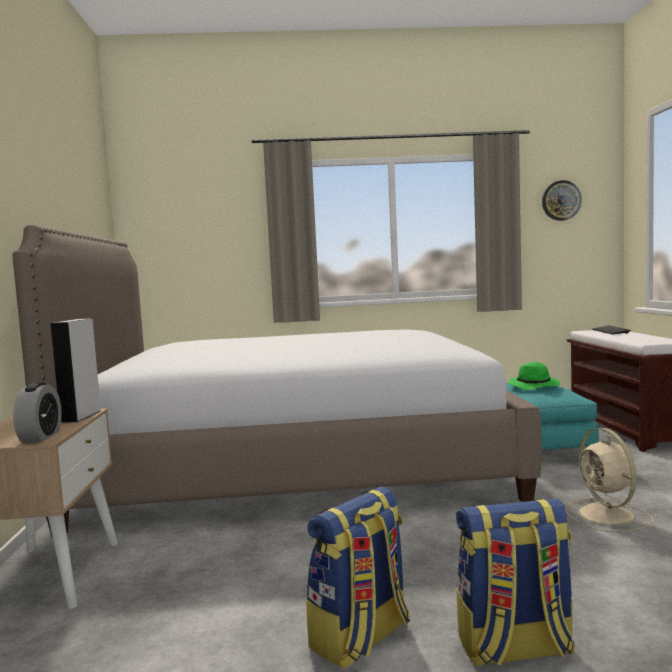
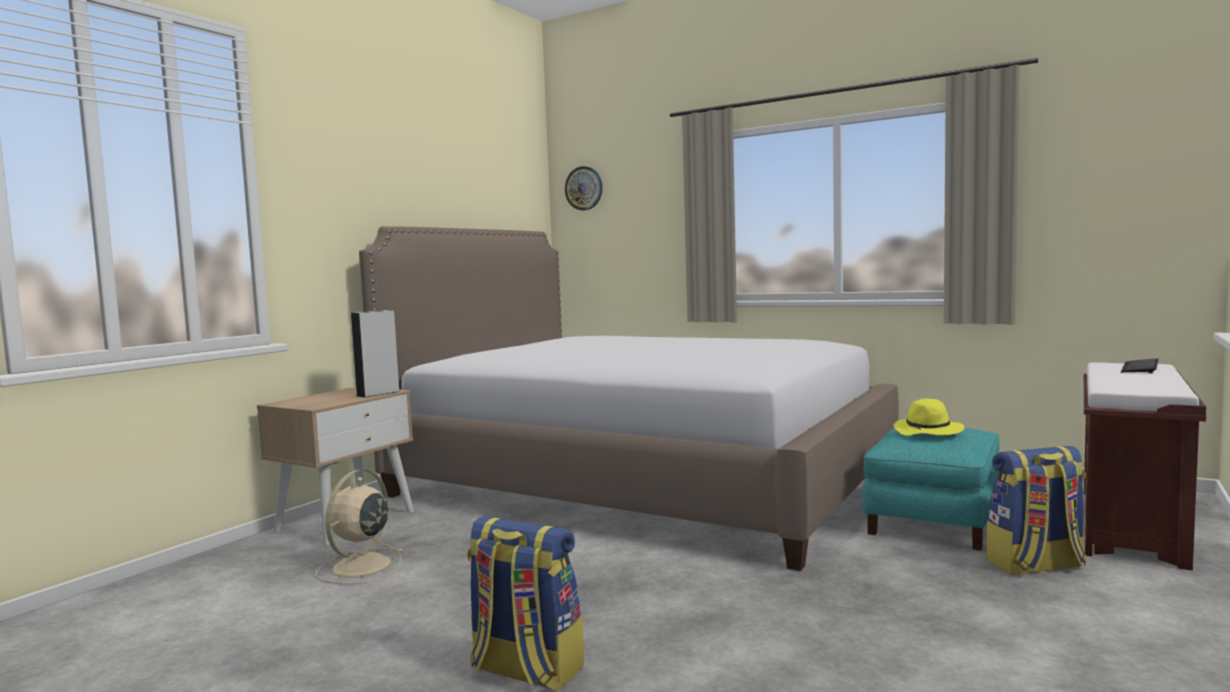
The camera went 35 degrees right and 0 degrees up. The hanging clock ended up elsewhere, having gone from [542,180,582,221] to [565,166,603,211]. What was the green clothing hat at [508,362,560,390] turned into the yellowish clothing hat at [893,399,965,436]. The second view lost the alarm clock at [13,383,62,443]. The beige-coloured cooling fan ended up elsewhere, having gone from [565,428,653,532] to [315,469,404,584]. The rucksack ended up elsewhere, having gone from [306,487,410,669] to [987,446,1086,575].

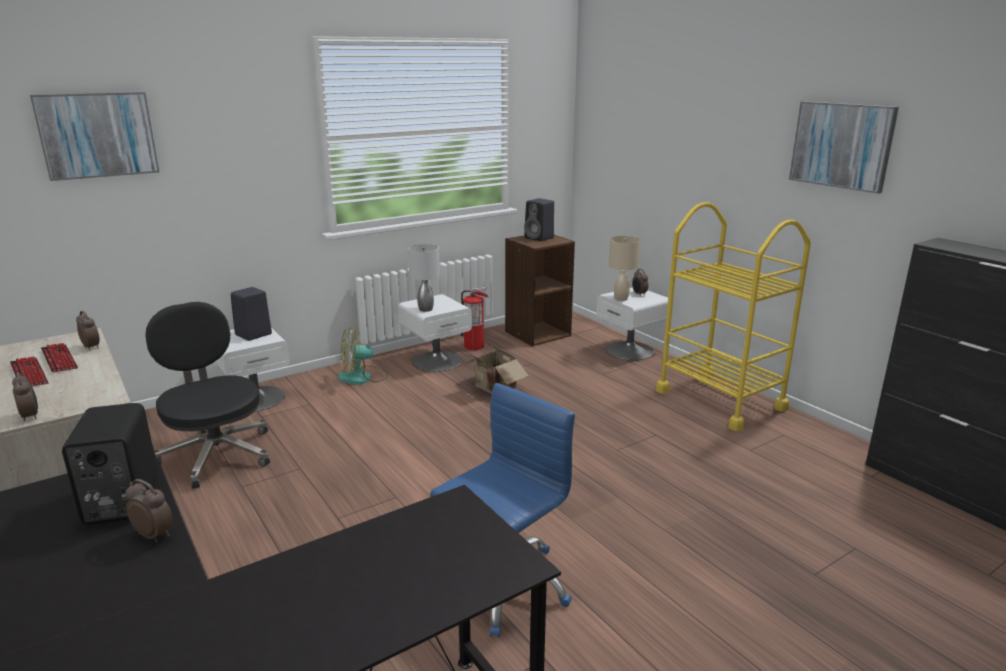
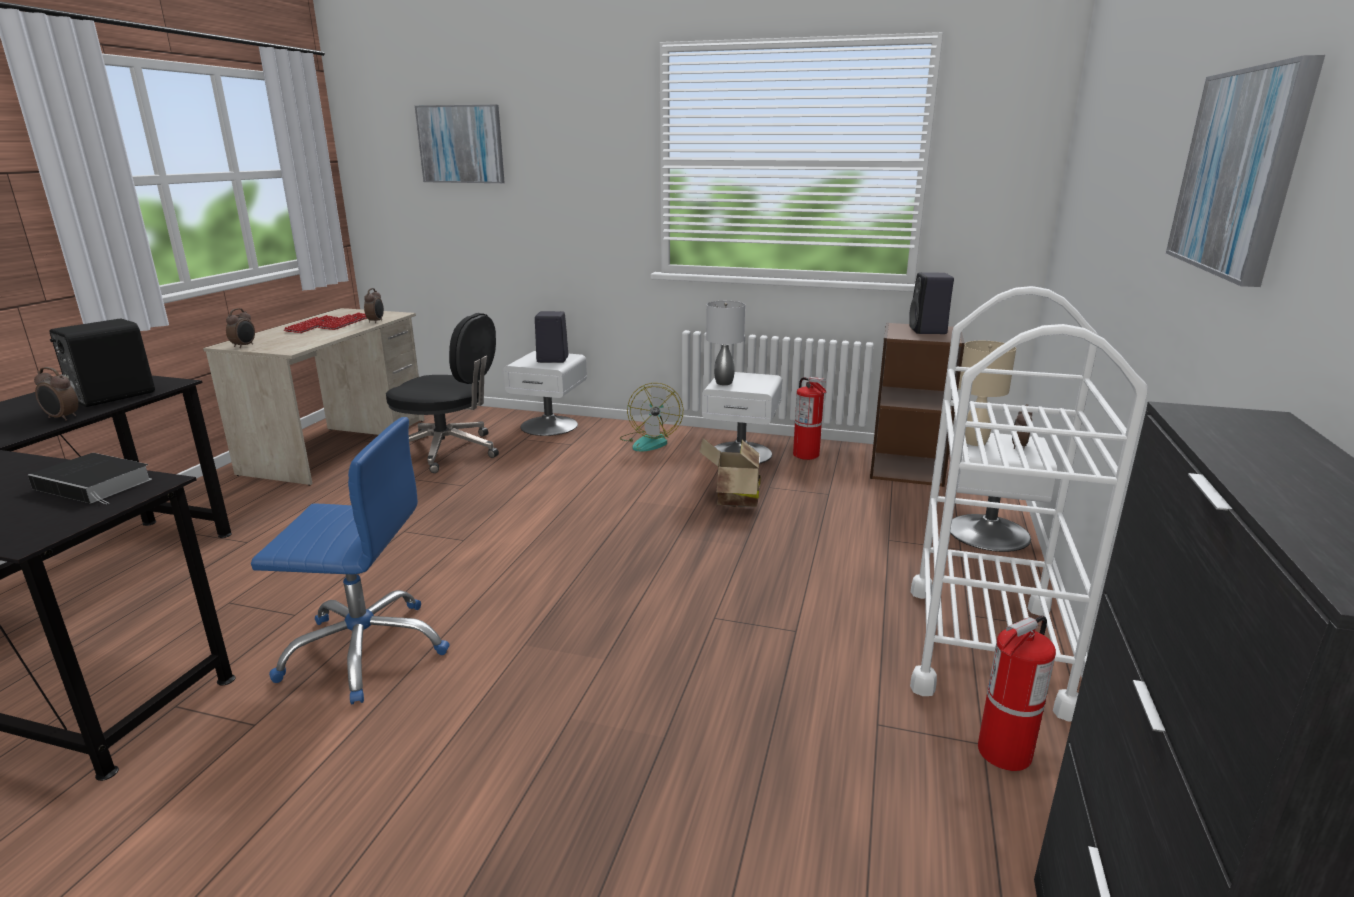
The camera went 50 degrees right and 0 degrees up. What was the yellowish wheeled cart at [656,202,811,431] turned into the whitish wheeled cart at [910,286,1148,722]. The blackish desk chair at [145,302,270,489] ended up facing another way, 90 degrees clockwise from before. The cooling fan at [338,327,388,385] ended up facing another way, 120 degrees counterclockwise from before. The alarm clock at [125,479,173,542] ended up facing another way, 120 degrees clockwise from before. The second view gained the volume at [28,453,152,504]. The second view gained the extinguisher at [978,616,1056,771].

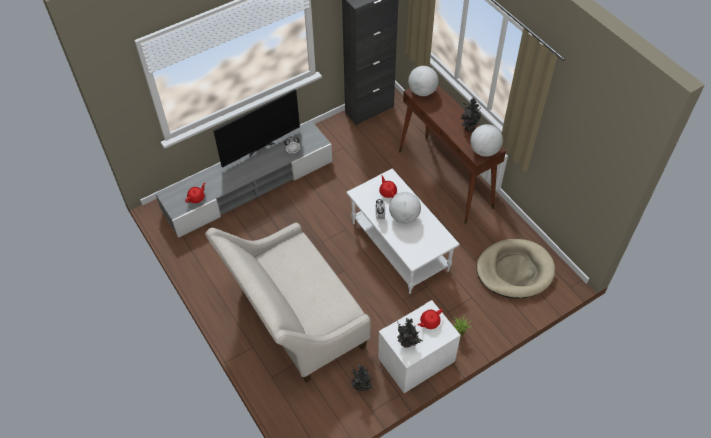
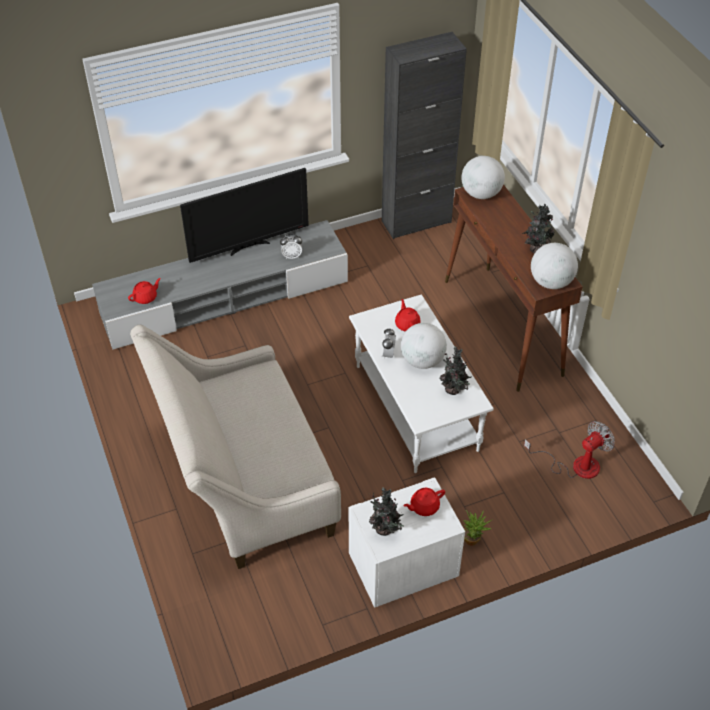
The camera went 10 degrees right and 5 degrees down. Where the beige-coloured pet bed stood at [477,239,555,298], the cooling fan came to stand at [524,421,615,479]. The plant in a pot ended up elsewhere, having gone from [351,365,373,391] to [439,346,471,395].

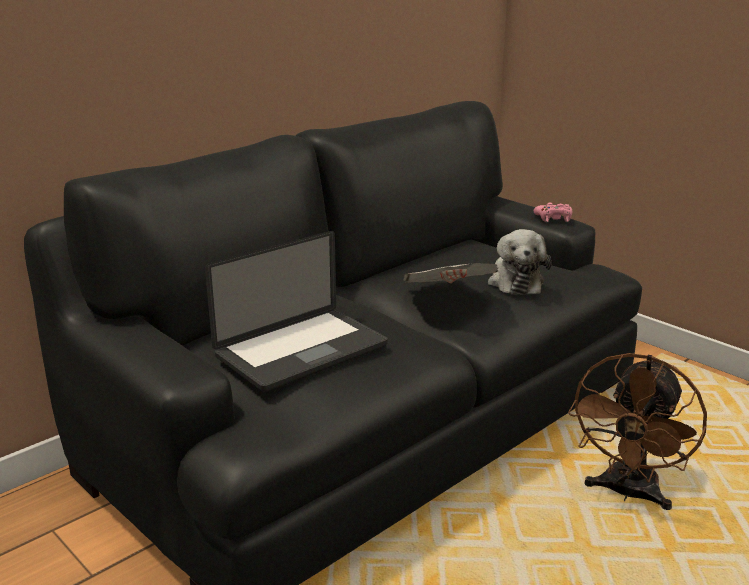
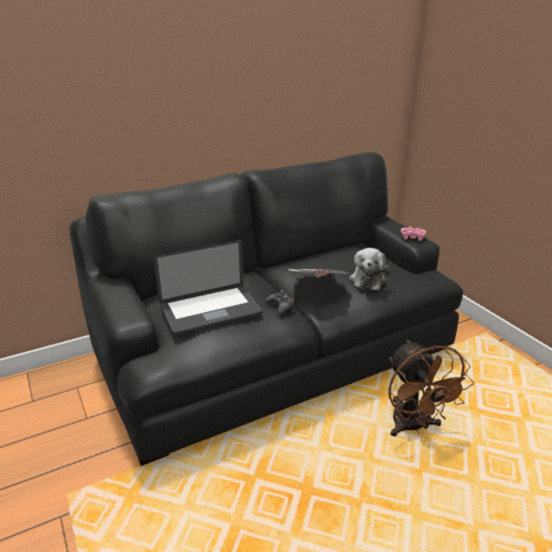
The camera went 15 degrees right and 5 degrees up. The brown cooling fan at [568,353,707,510] ended up facing another way, 60 degrees counterclockwise from before. The second view gained the blackish game controller at [266,290,295,314].

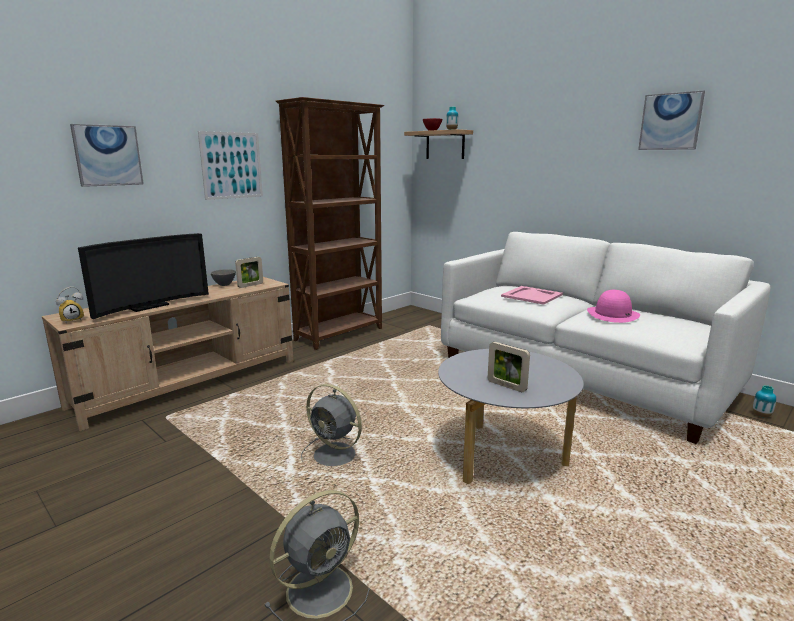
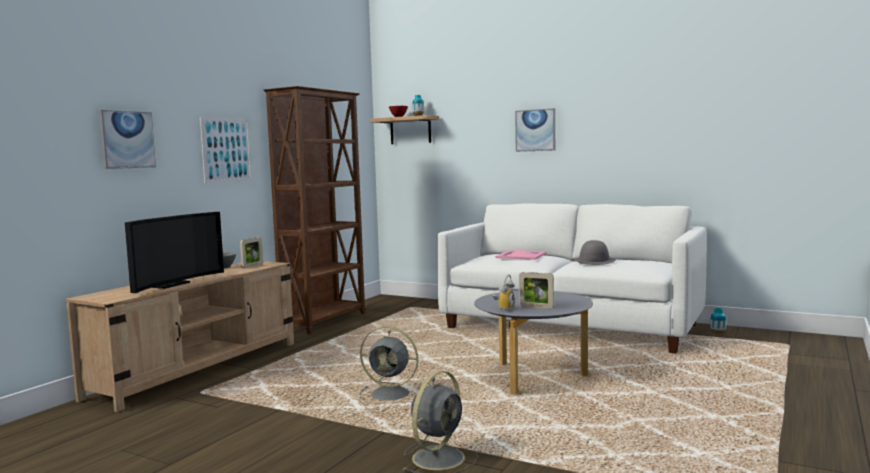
The camera went 15 degrees left and 10 degrees down. The wall picture ended up elsewhere, having gone from [638,90,705,150] to [515,108,555,152]. The alarm clock ended up elsewhere, having gone from [56,286,84,324] to [493,274,515,310]. What was the pink-coloured clothing hat at [587,290,640,323] turned into the greyish clothing hat at [573,240,616,265].

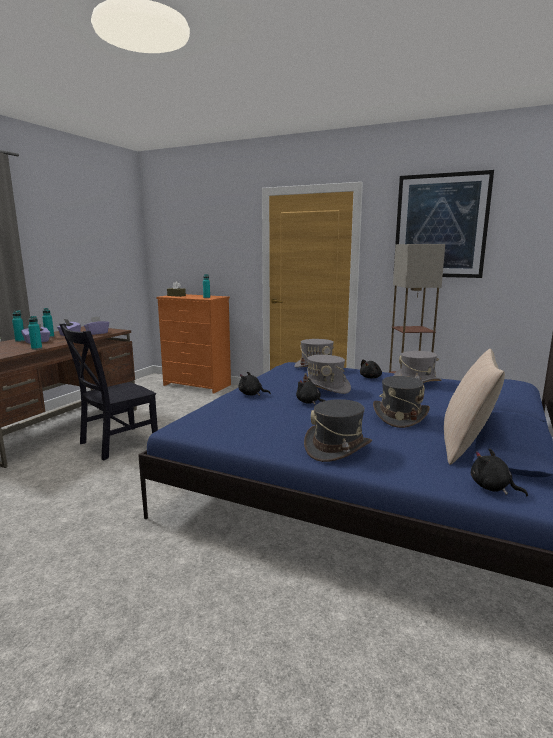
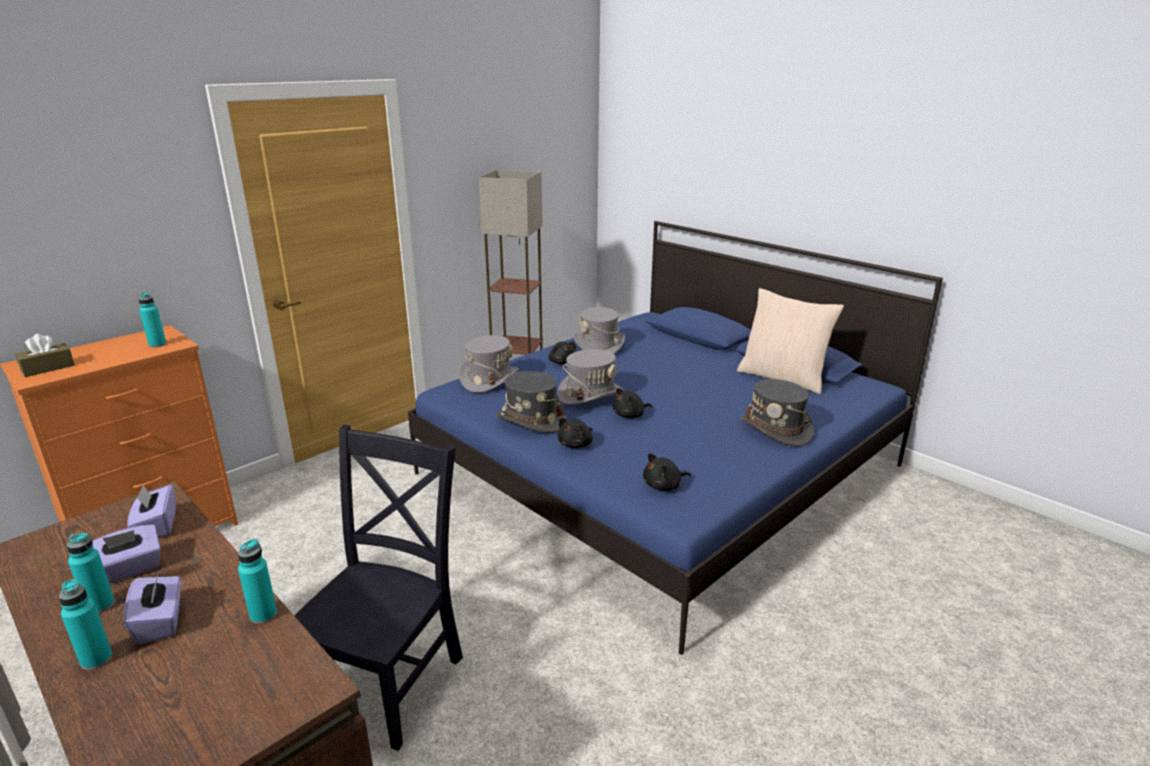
The camera went 70 degrees left and 10 degrees up. The second view lost the wall picture at [393,170,494,278]. The blackish chair at [59,323,158,460] ended up facing another way, 135 degrees counterclockwise from before. The greyish clothing hat ended up elsewhere, having gone from [373,376,430,428] to [497,371,567,433]. The blackish soft toy ended up elsewhere, having gone from [471,448,528,497] to [643,453,691,491].

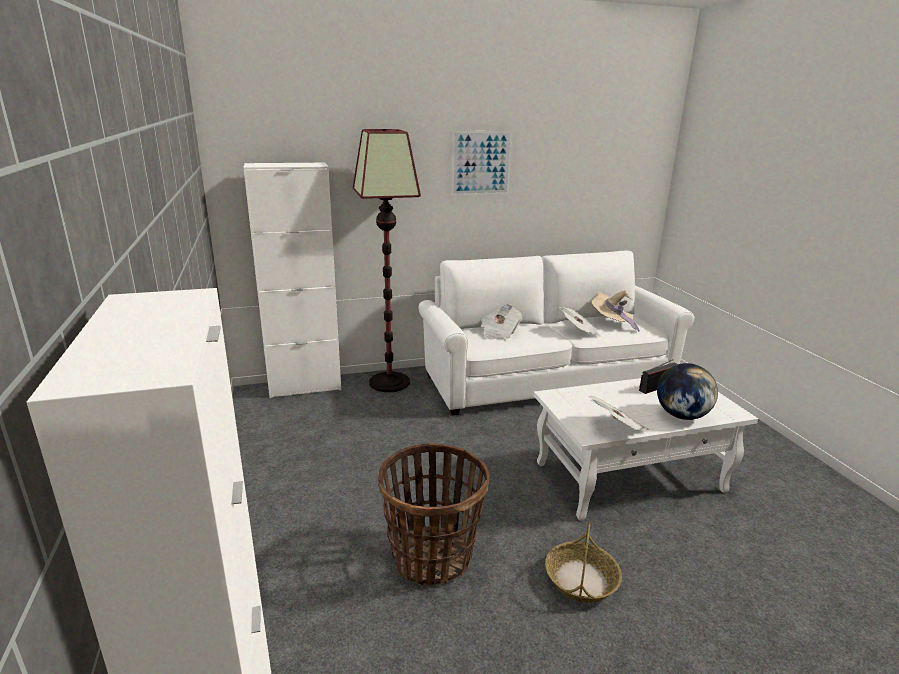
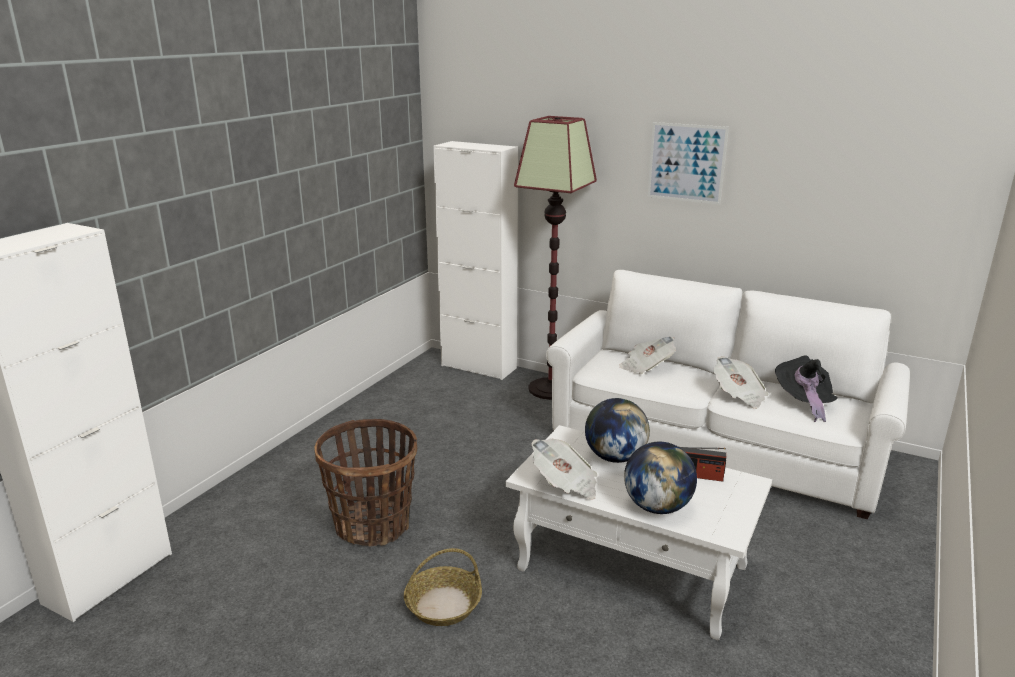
The camera went 45 degrees right and 0 degrees up. What was the beige-coloured clothing hat at [591,290,640,333] turned into the blackish clothing hat at [775,355,838,422]. The second view gained the desk globe at [585,398,650,463].

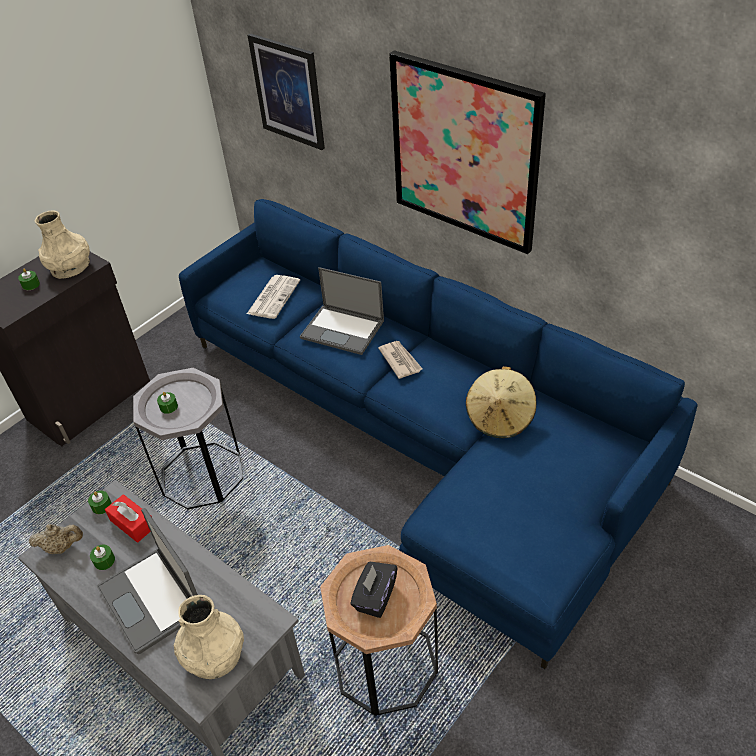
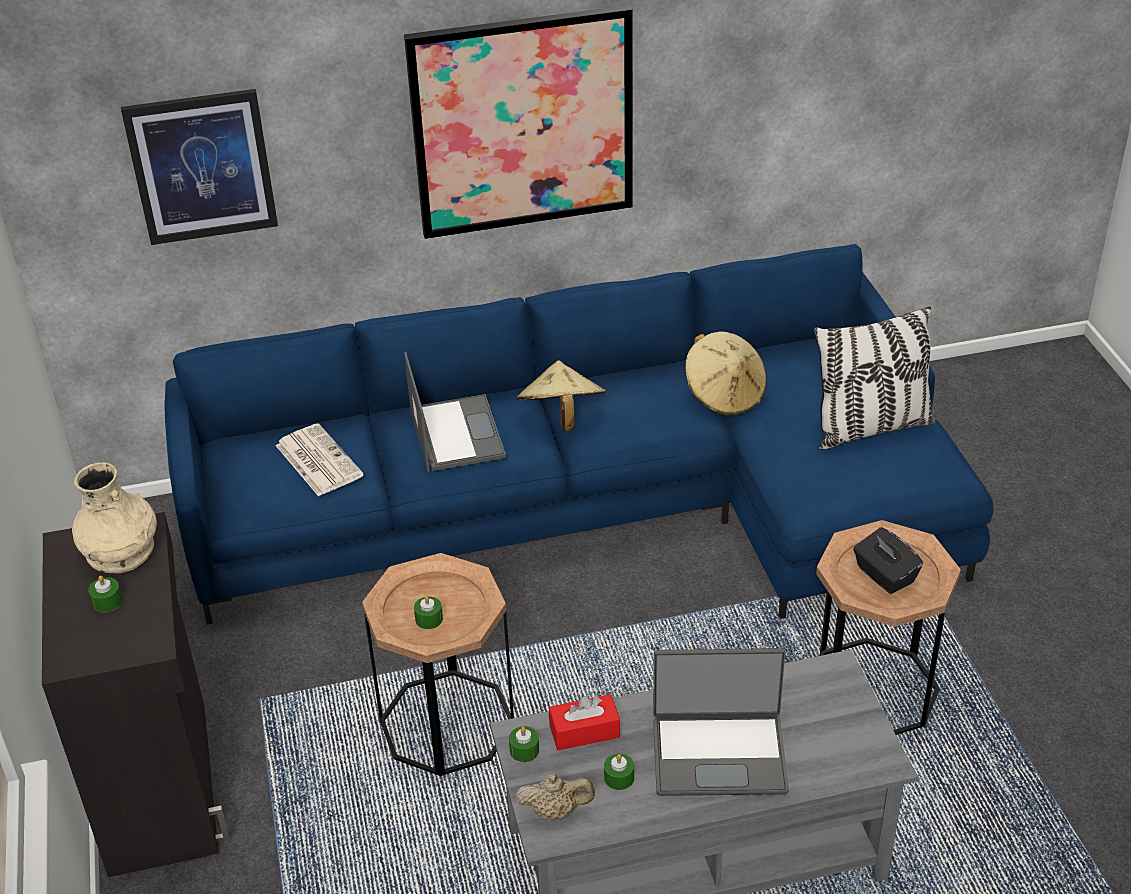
The camera went 55 degrees left and 5 degrees down. The notebook computer at [300,267,384,355] ended up facing another way, 75 degrees counterclockwise from before. Where the daily paper stood at [378,341,422,379], the beige-coloured clothing hat came to stand at [516,360,606,431]. What was the greyish end table at [133,368,243,509] turned into the brown end table at [362,553,514,776]. The beige-coloured teapot at [29,524,83,554] ended up facing another way, 60 degrees clockwise from before. The second view lost the beige-coloured vase at [174,595,244,679]. The second view gained the cushion at [814,306,936,450].

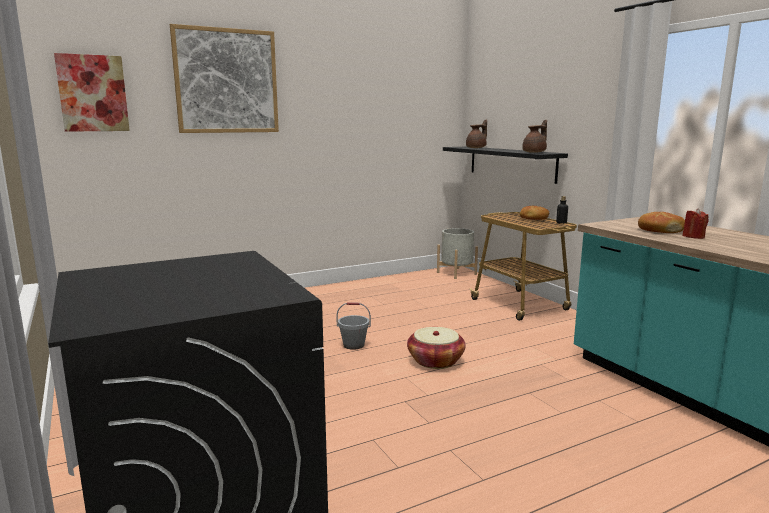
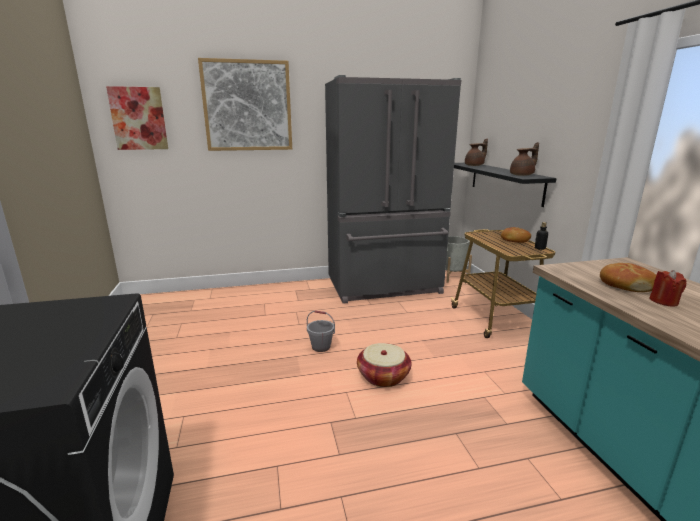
The camera went 15 degrees right and 5 degrees up. The second view gained the greyish refrigerator at [325,75,461,304].

